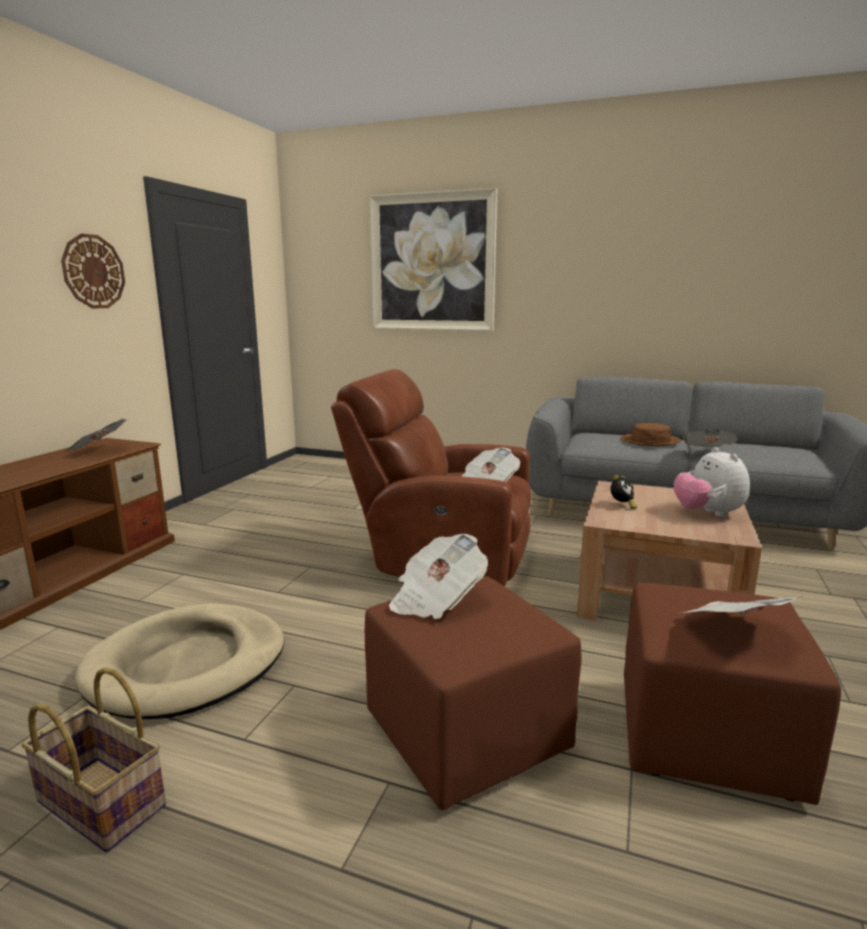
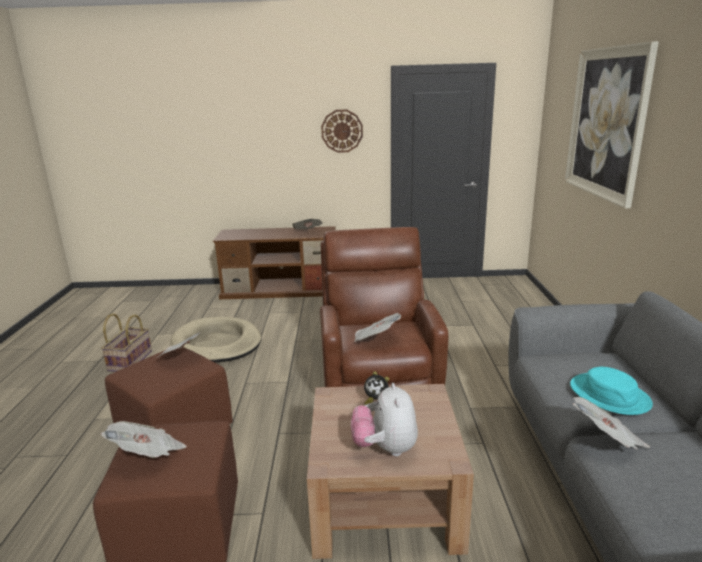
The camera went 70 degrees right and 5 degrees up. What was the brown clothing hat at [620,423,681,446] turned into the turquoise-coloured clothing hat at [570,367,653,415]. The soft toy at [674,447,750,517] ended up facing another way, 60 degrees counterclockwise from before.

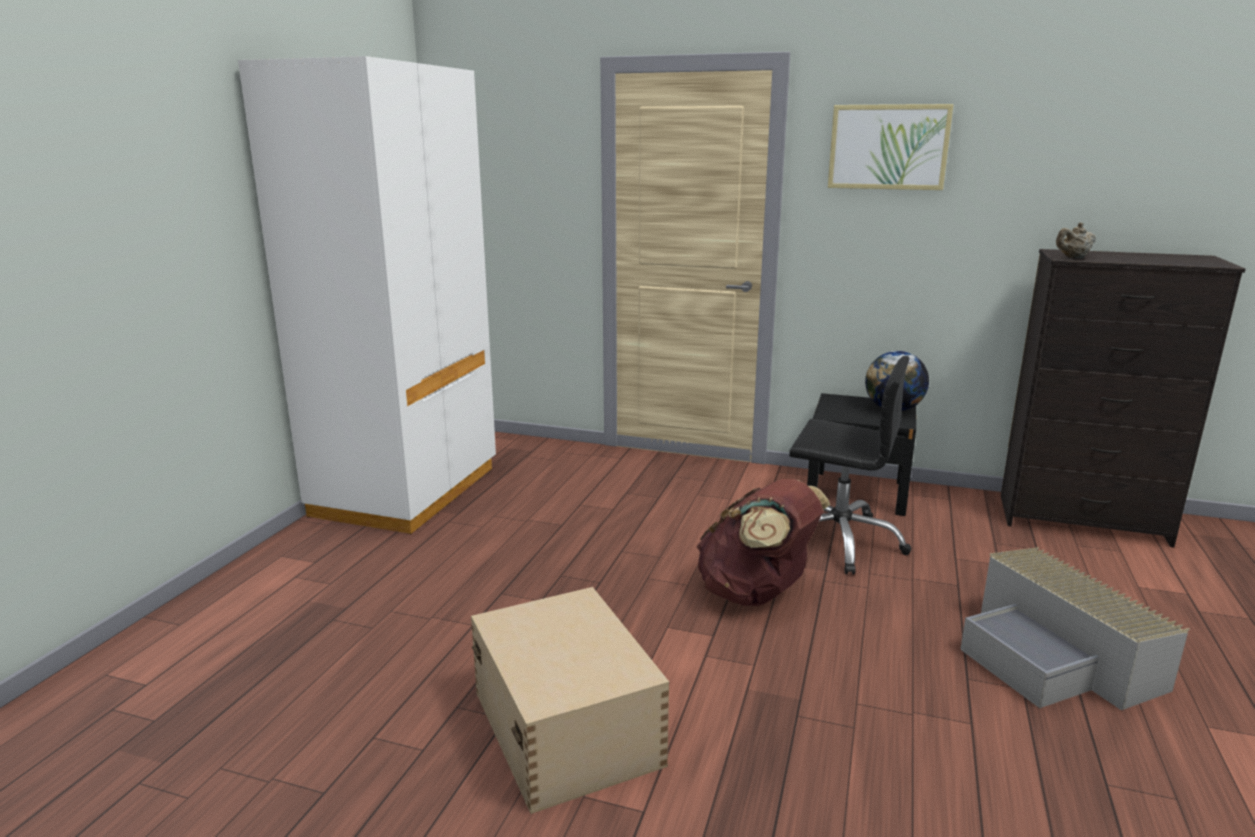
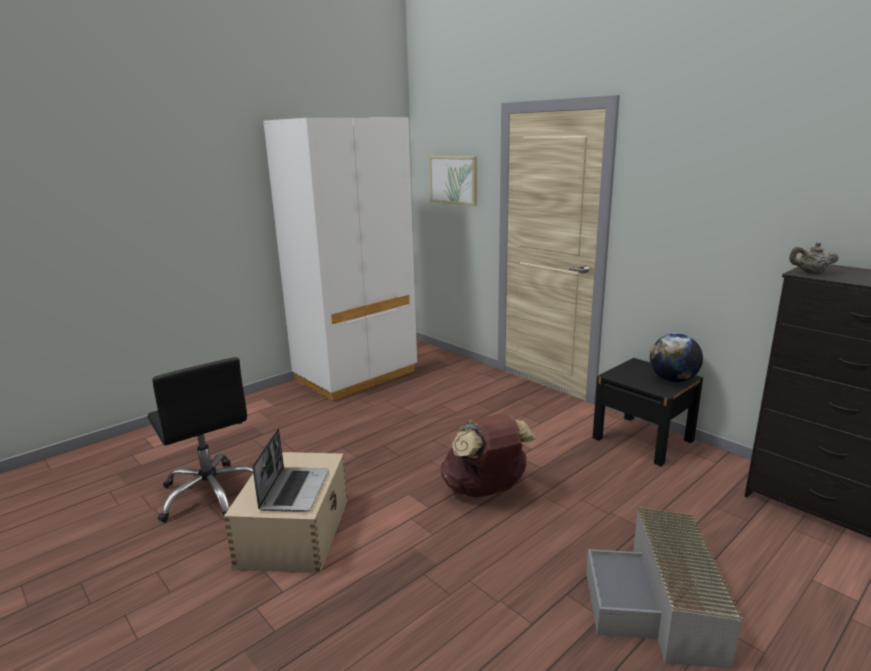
The camera went 30 degrees right and 0 degrees up. The wall picture ended up elsewhere, having gone from [828,104,954,190] to [429,156,477,206]. The blackish desk chair ended up elsewhere, having gone from [789,356,911,575] to [147,357,253,522]. The second view gained the notebook computer at [252,428,329,512].

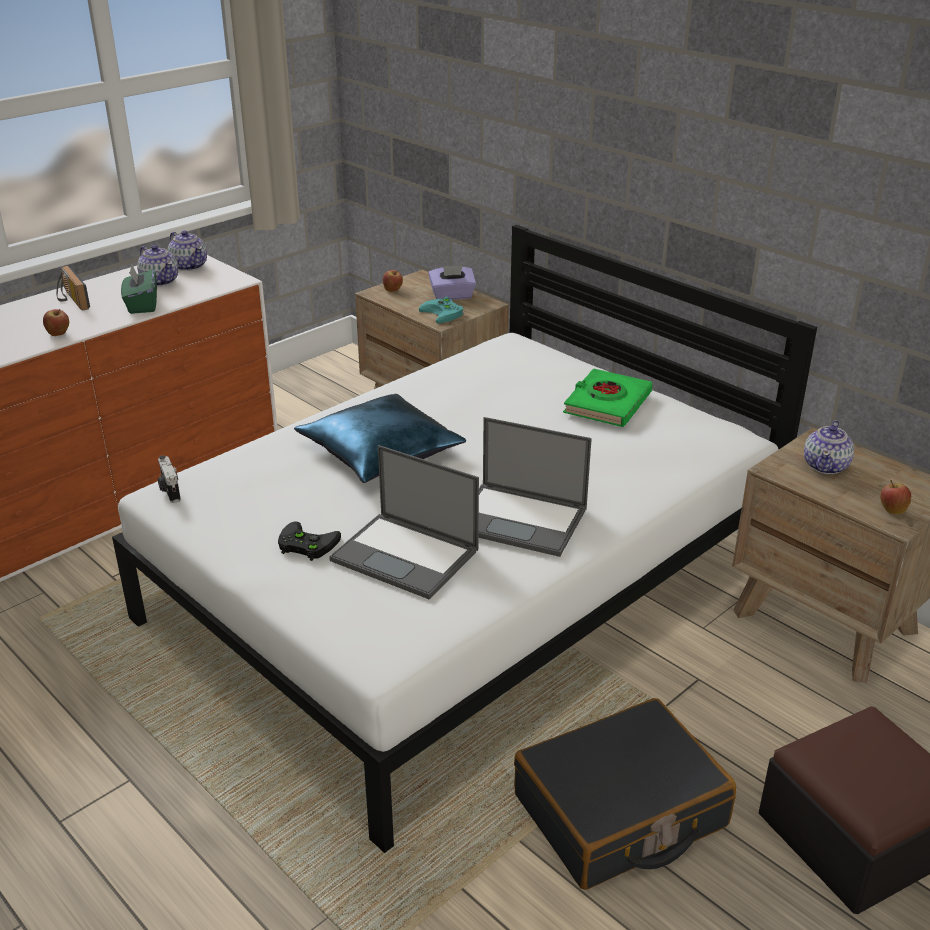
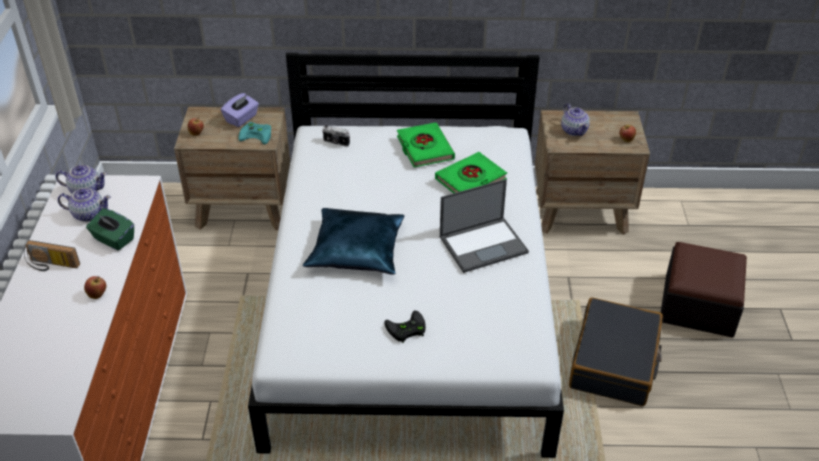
The camera went 45 degrees left and 10 degrees up. The second view lost the notebook computer at [329,445,479,599]. The photo camera ended up elsewhere, having gone from [158,455,181,503] to [322,125,350,147]. The second view gained the green volume at [435,152,507,193].

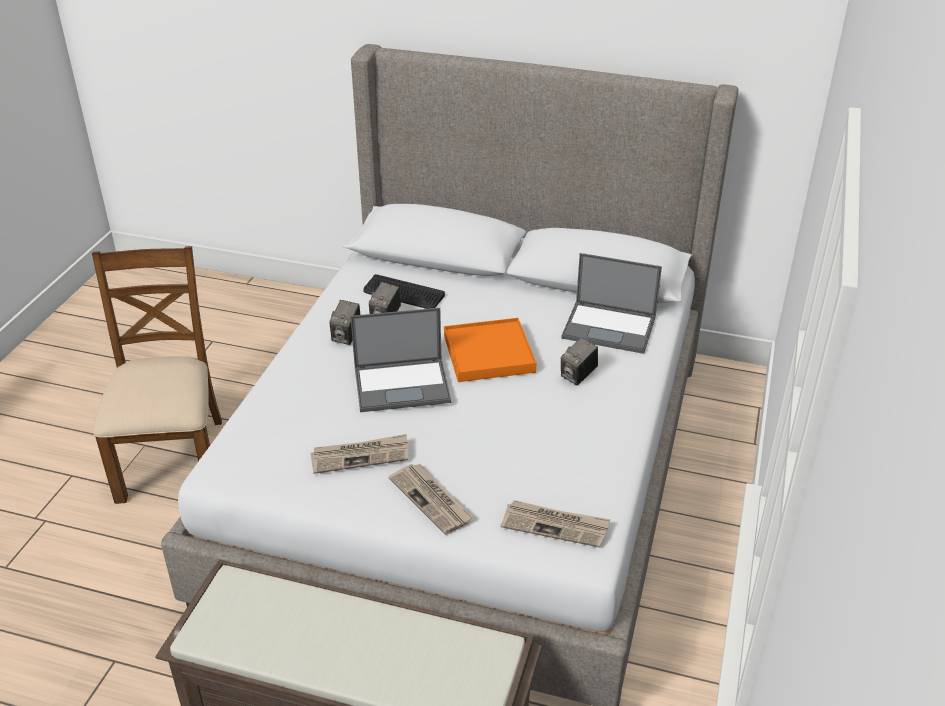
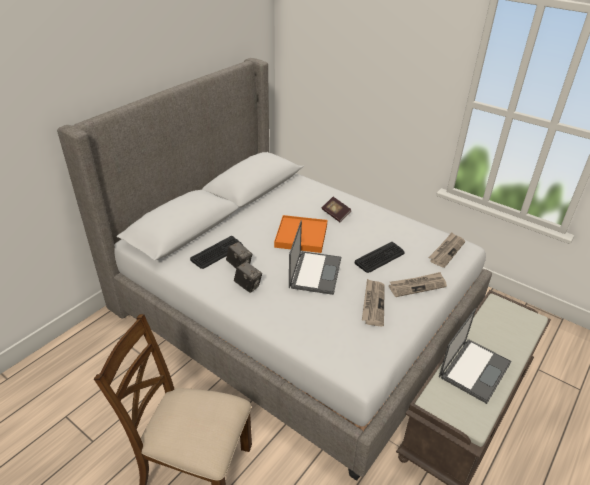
The camera went 70 degrees left and 0 degrees up. The notebook computer ended up elsewhere, having gone from [561,253,662,354] to [439,308,512,404]. Where the photo camera stood at [561,337,598,385], the volume came to stand at [322,197,351,222]. The second view gained the computer keyboard at [354,242,405,273].

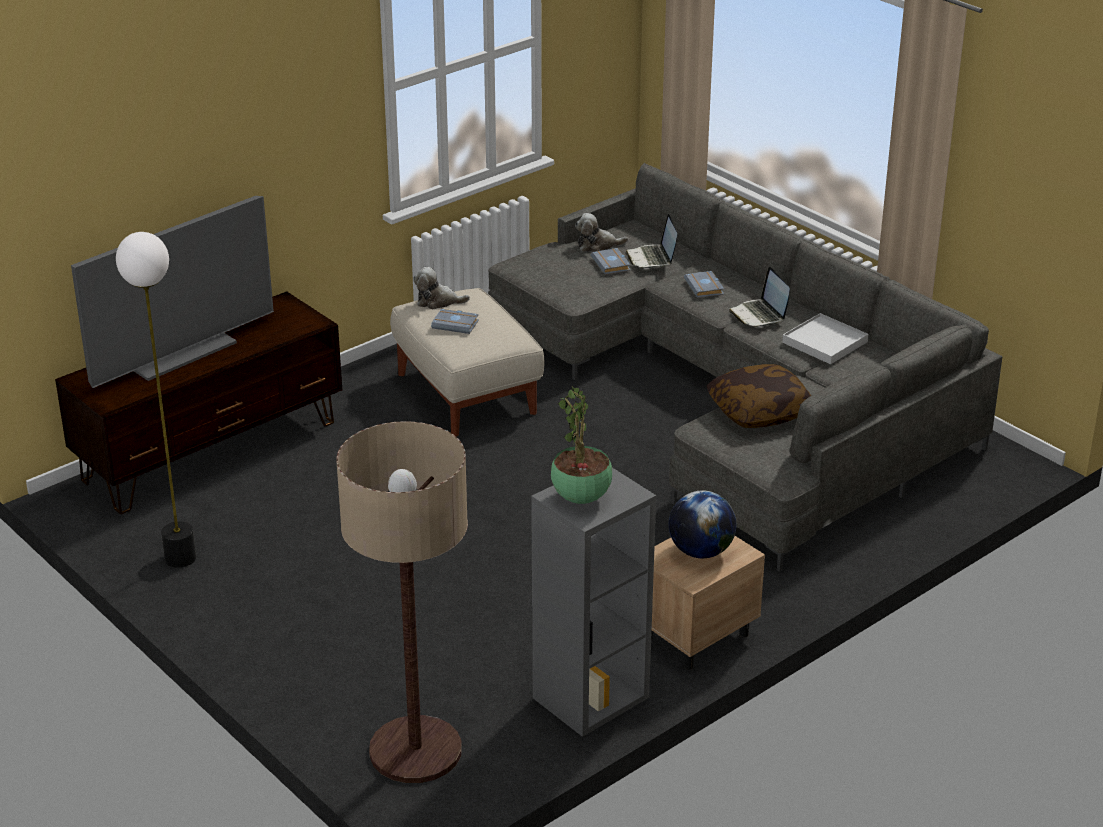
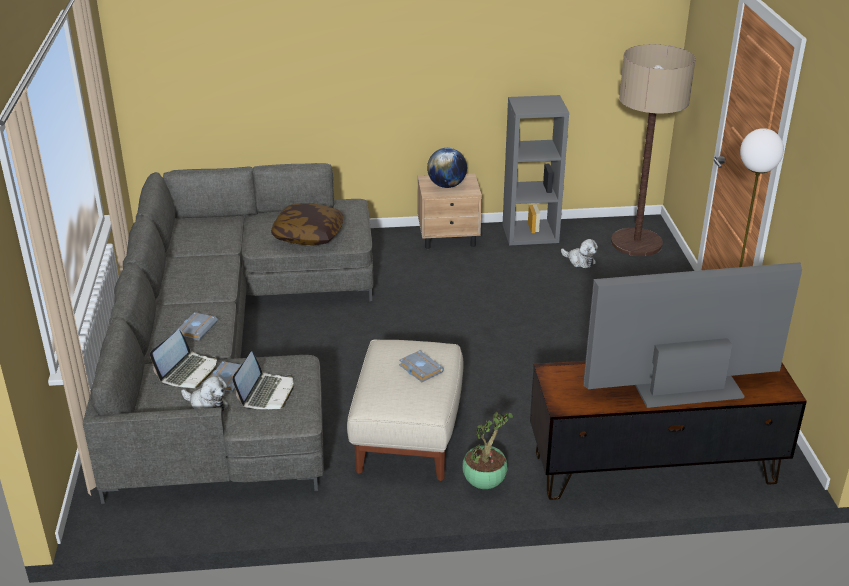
The camera went 145 degrees left and 0 degrees up. The soft toy ended up elsewhere, having gone from [413,267,470,309] to [561,239,598,268]. The notebook computer ended up elsewhere, having gone from [729,267,790,328] to [233,351,293,410]. The second view lost the whitish serving tray at [782,313,868,364]. The plant in a pot ended up elsewhere, having gone from [551,386,612,504] to [463,412,514,489].

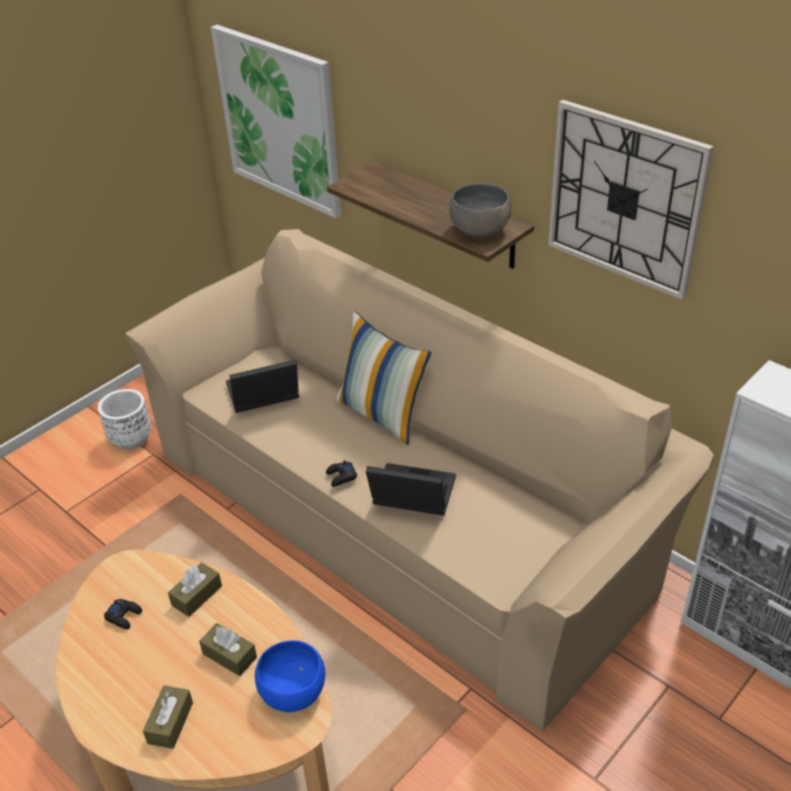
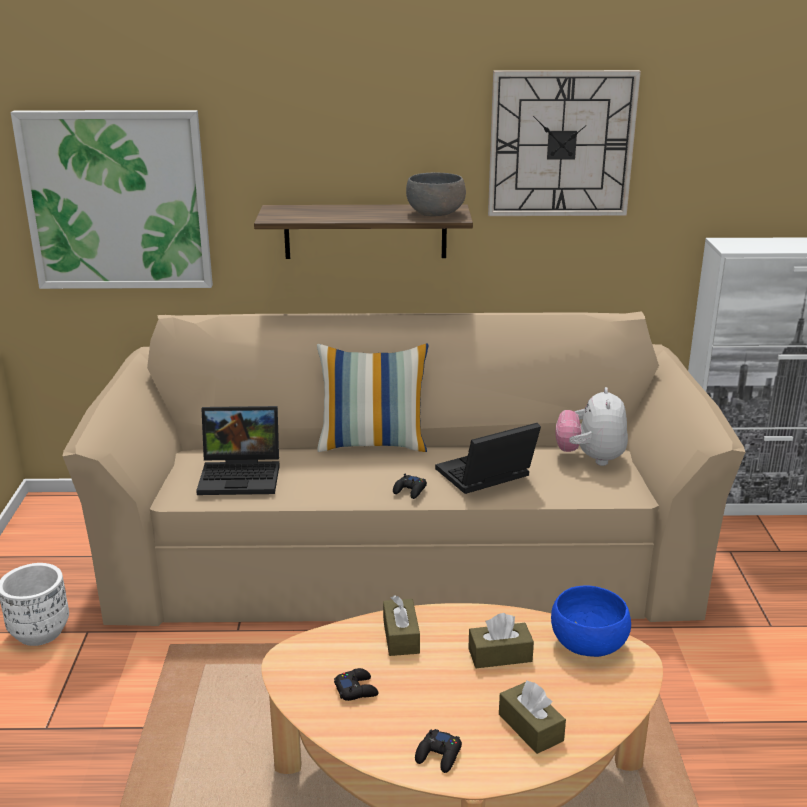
The camera went 45 degrees left and 15 degrees down. The notebook computer at [226,360,299,413] ended up facing another way, 120 degrees counterclockwise from before. The second view gained the soft toy at [556,387,628,466]. The second view gained the blackish game controller at [415,729,462,773].

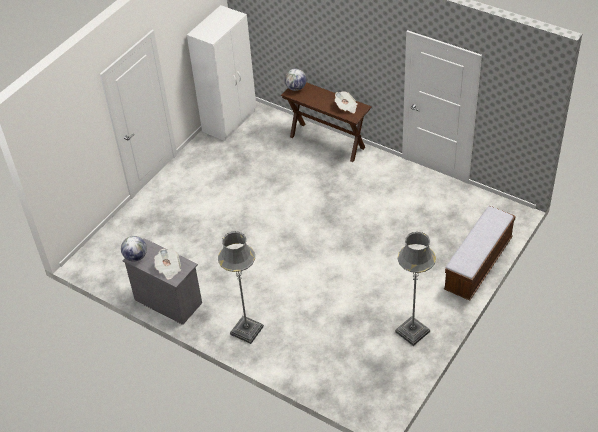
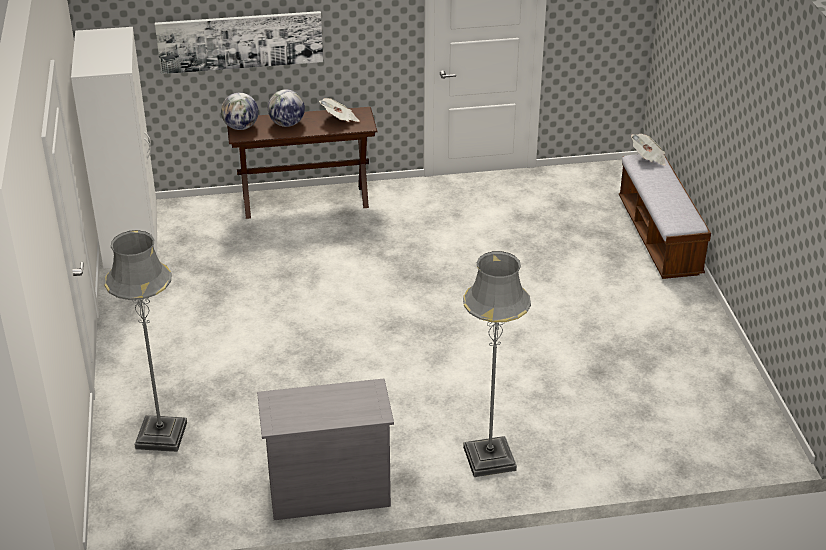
The camera went 45 degrees left and 10 degrees down. The greyish standard lamp ended up elsewhere, having gone from [395,232,436,346] to [104,230,187,452]. The desk globe ended up elsewhere, having gone from [121,236,147,262] to [268,89,305,127]. The daily paper ended up elsewhere, having gone from [154,249,181,280] to [631,134,666,165]. The second view gained the wall picture at [155,11,323,74].

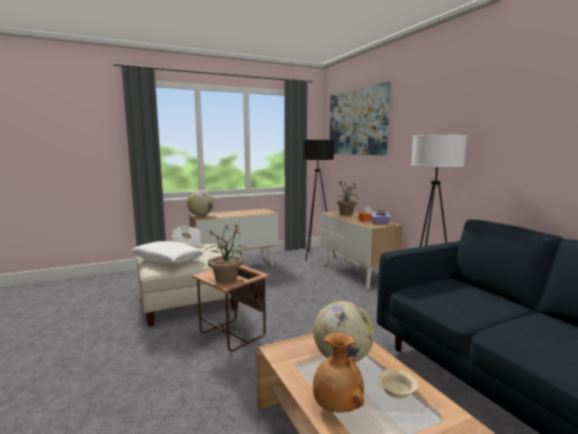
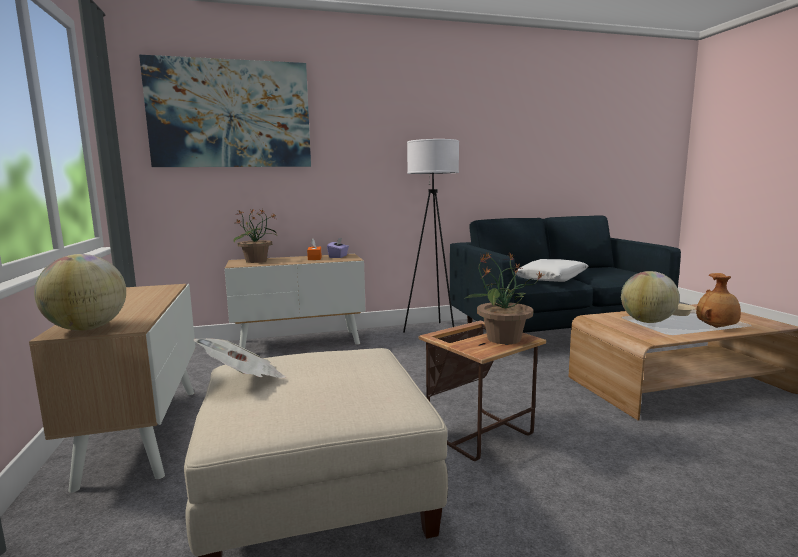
The camera went 80 degrees left and 0 degrees up. The second view lost the blackish standard lamp at [302,140,335,261]. The whitish cushion ended up elsewhere, having gone from [131,241,204,264] to [515,259,588,282].

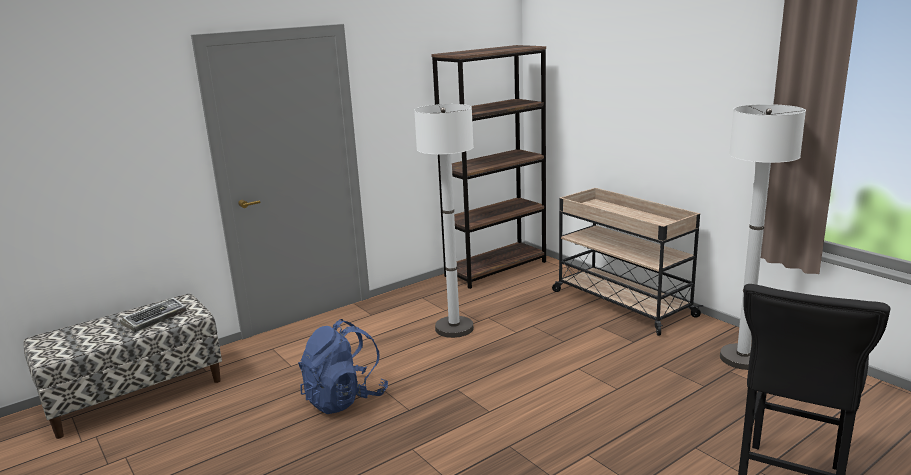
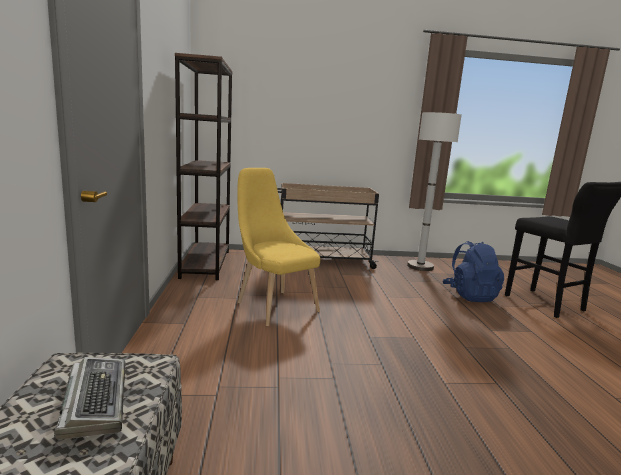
The camera went 60 degrees left and 5 degrees down. Where the whitish standard lamp stood at [414,104,474,338], the yellowish chair came to stand at [237,168,320,326]. The blue-coloured rucksack ended up elsewhere, having gone from [298,319,388,414] to [443,241,504,302].

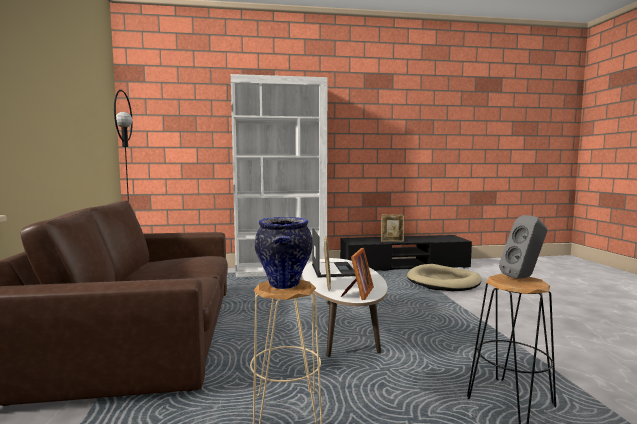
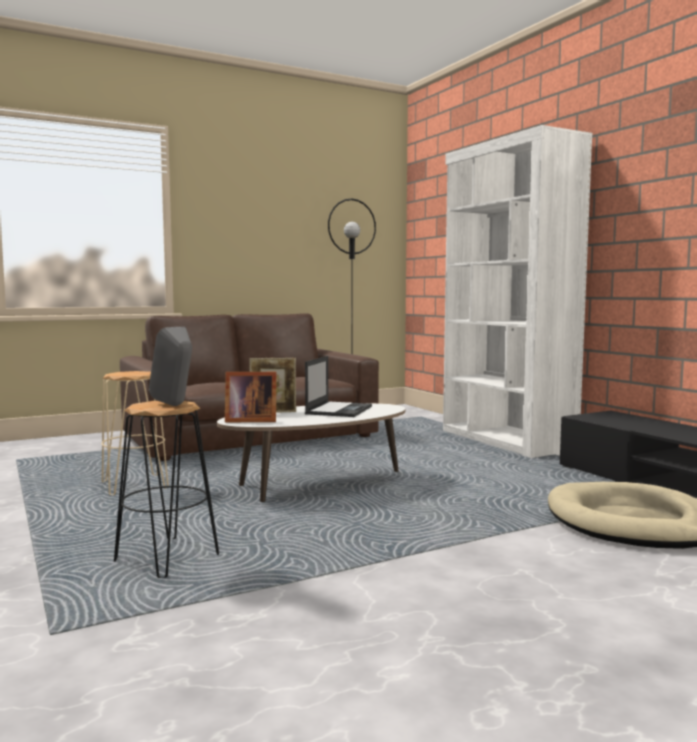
The camera went 70 degrees right and 0 degrees up. The second view lost the picture frame at [381,215,404,242]. The second view lost the vase at [255,217,313,289]. The notebook computer at [312,228,355,278] ended up facing another way, 45 degrees counterclockwise from before.

